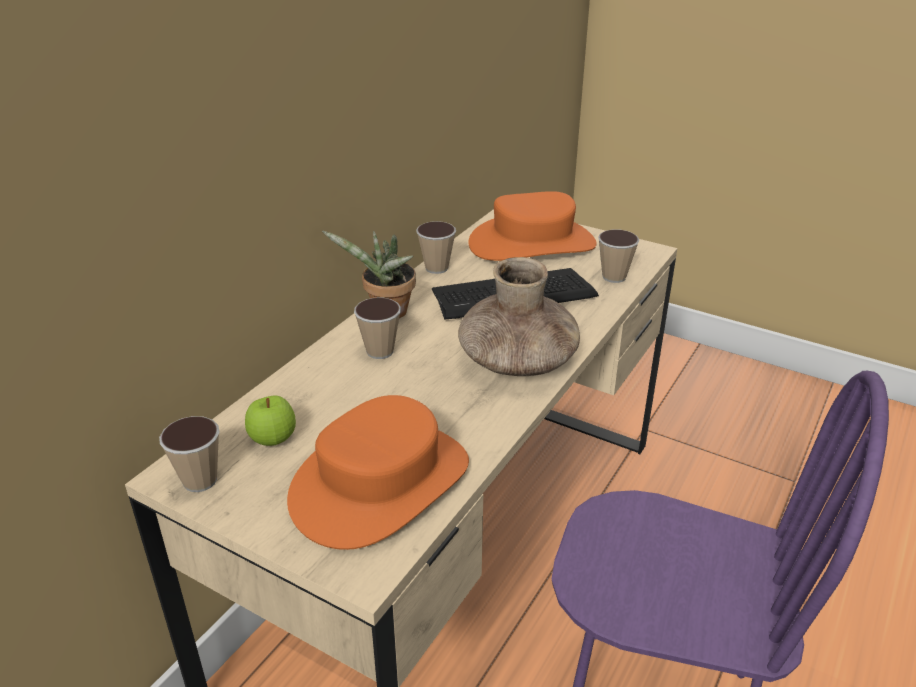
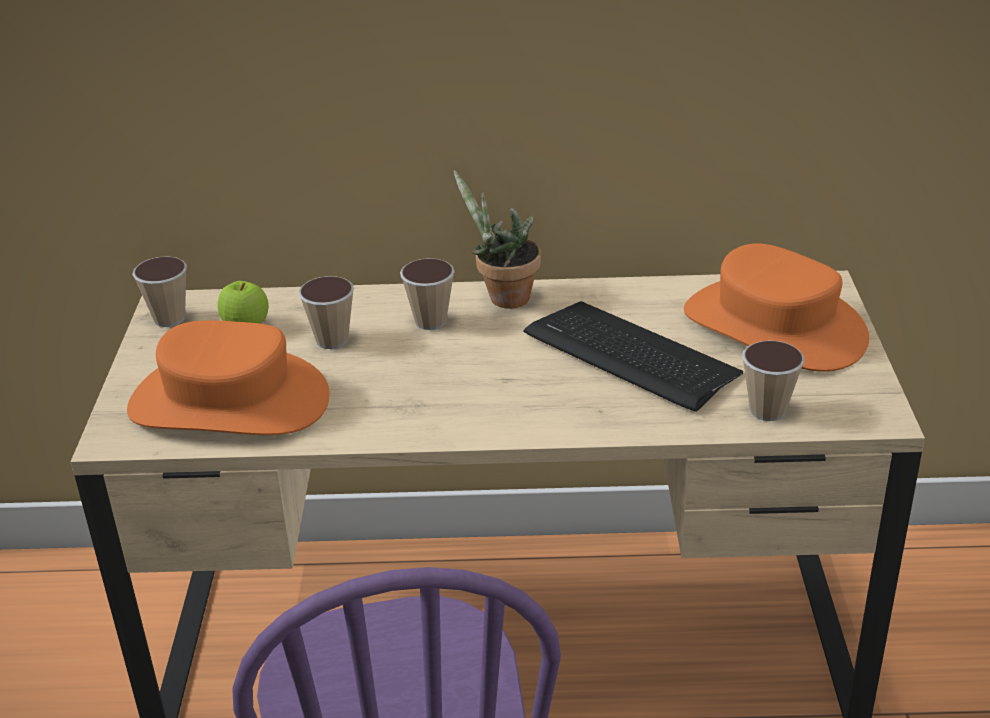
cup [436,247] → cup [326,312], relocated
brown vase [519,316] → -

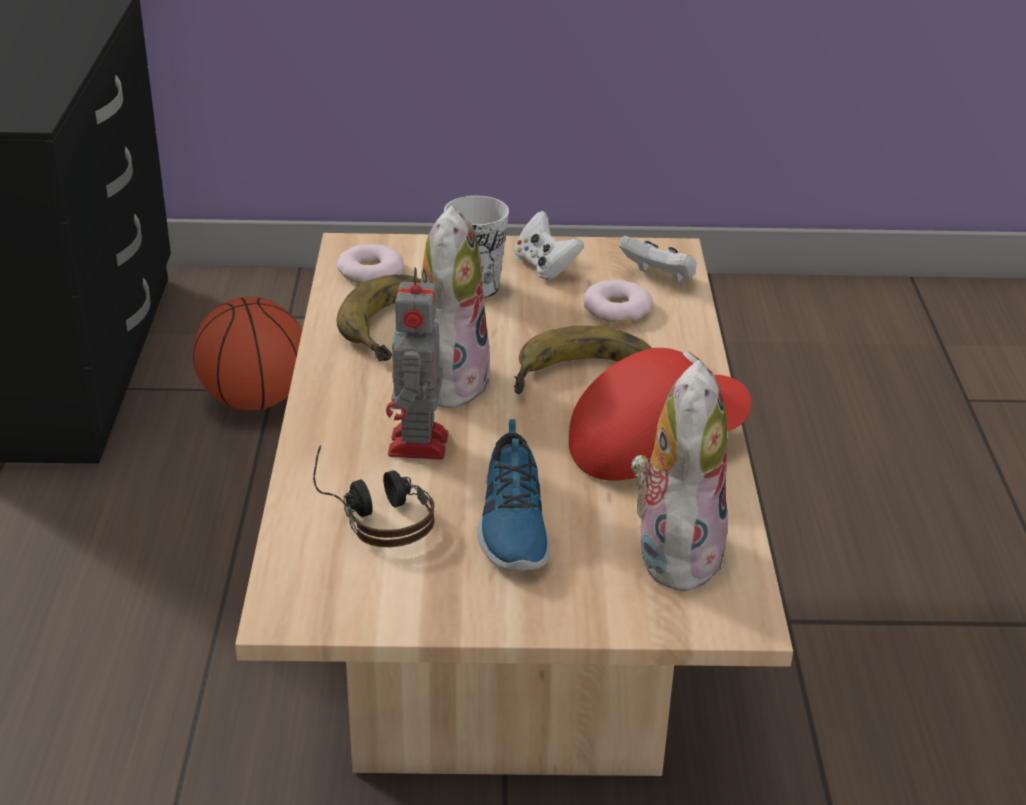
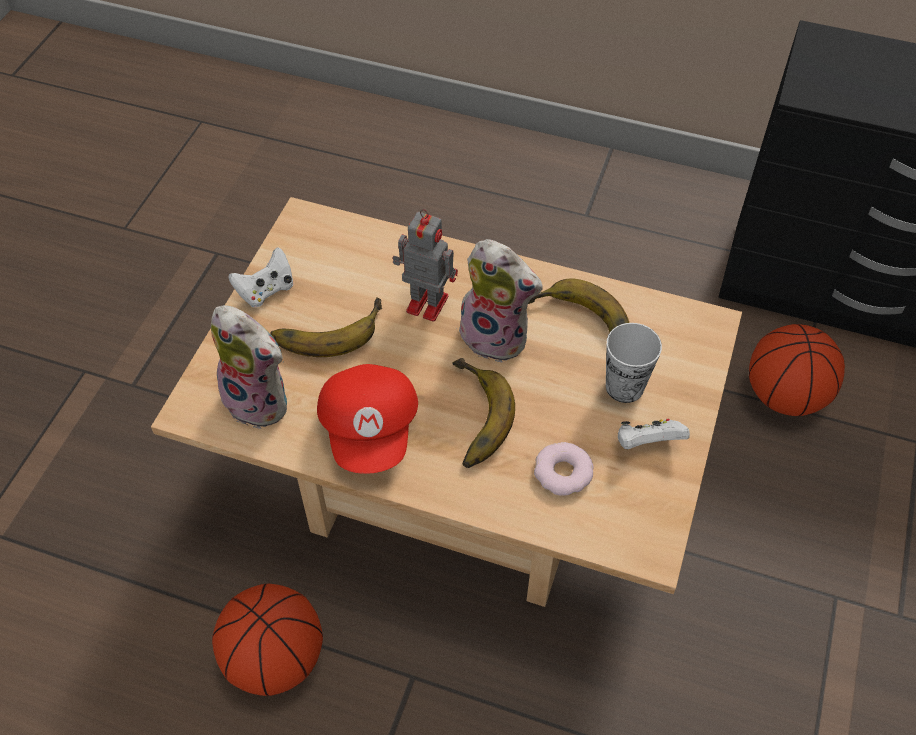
white game controller [658,259] → white game controller [261,277], relocated
donut [370,264] → -
shoe [513,495] → banana [326,327]
headphones [374,496] → -
- → basketball [267,640]

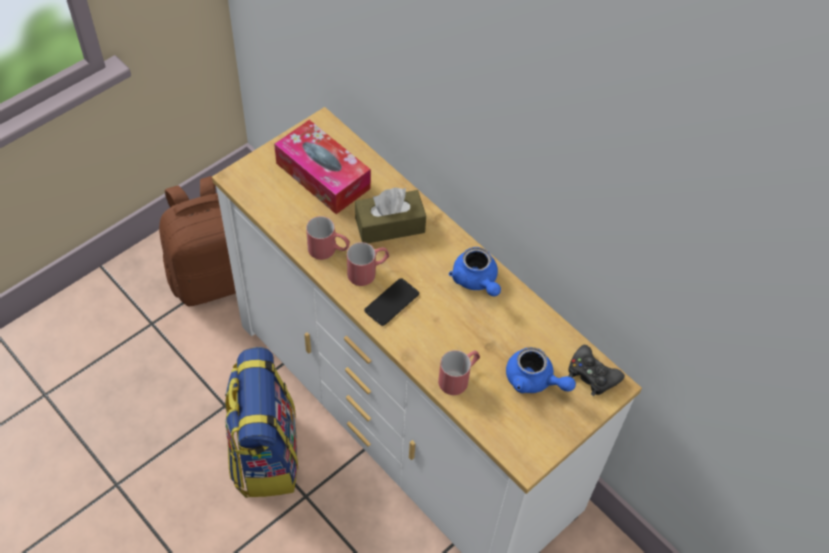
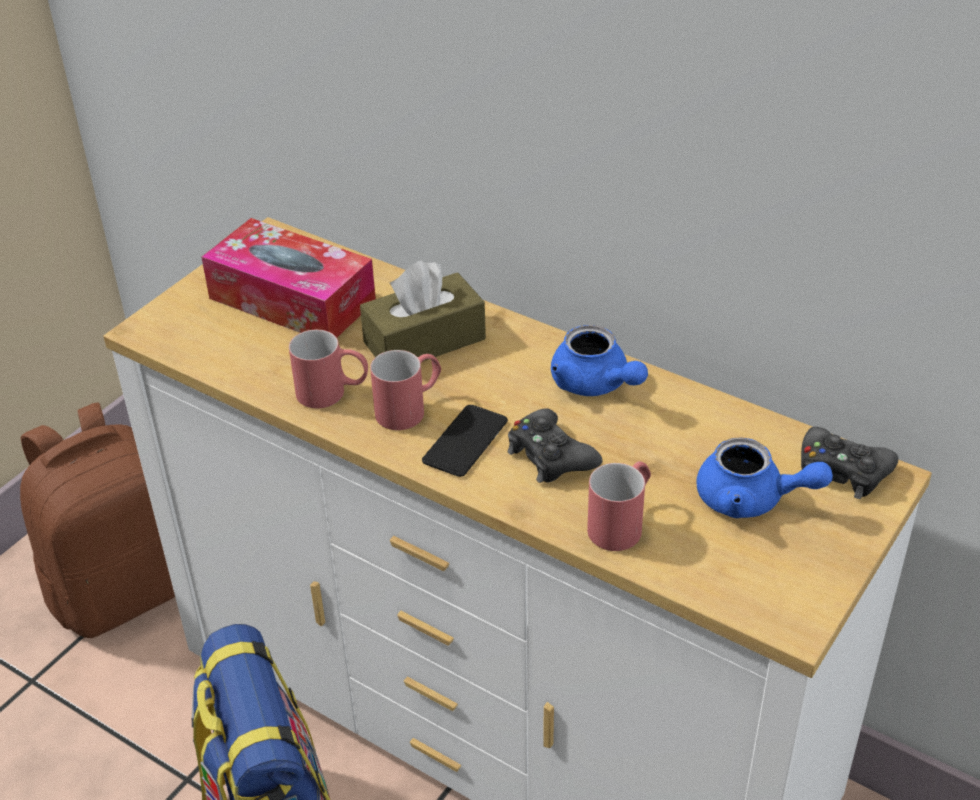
- → black game controller [555,445]

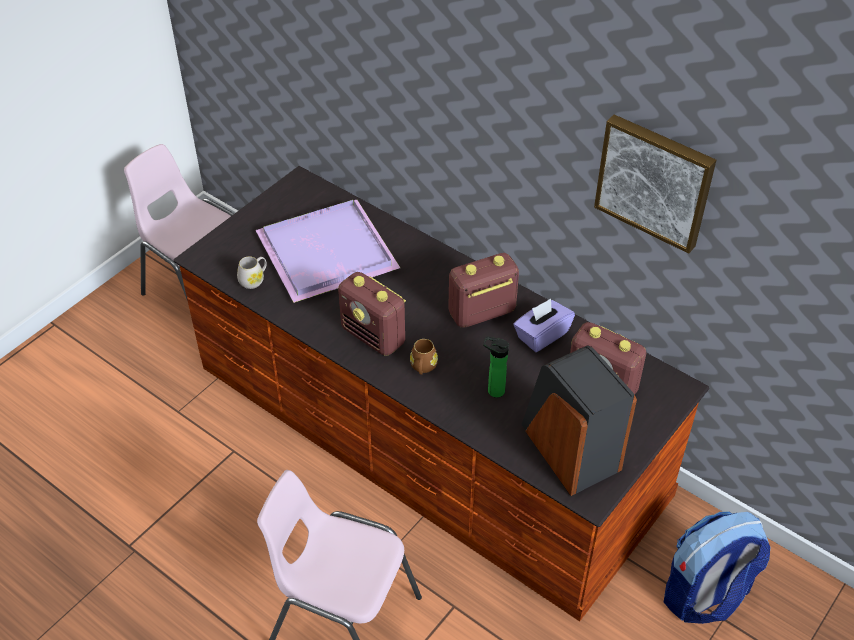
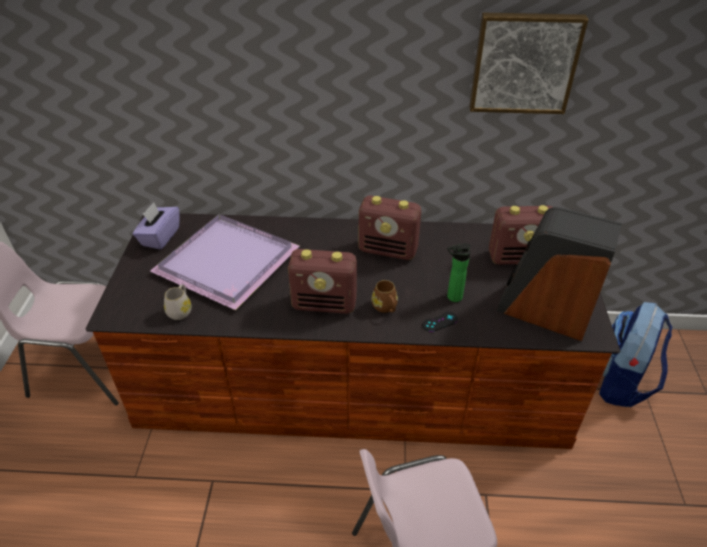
radio [483,290] → radio [389,227], 105 degrees counterclockwise
purple tissue box [544,325] → purple tissue box [156,226], relocated
- → black game controller [440,322]

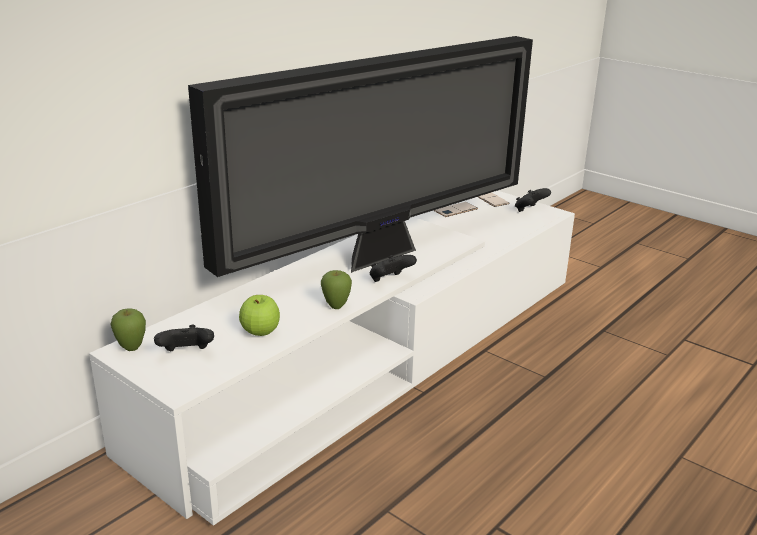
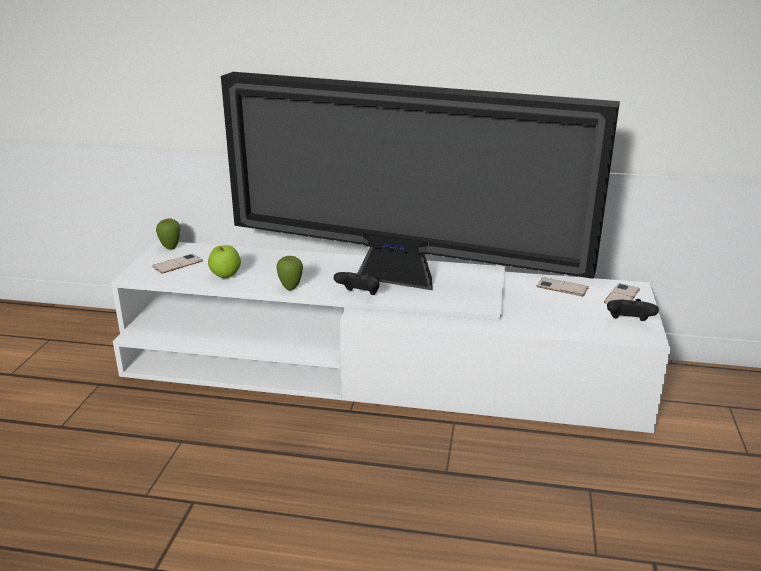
black game controller [184,338] → phone [177,264]

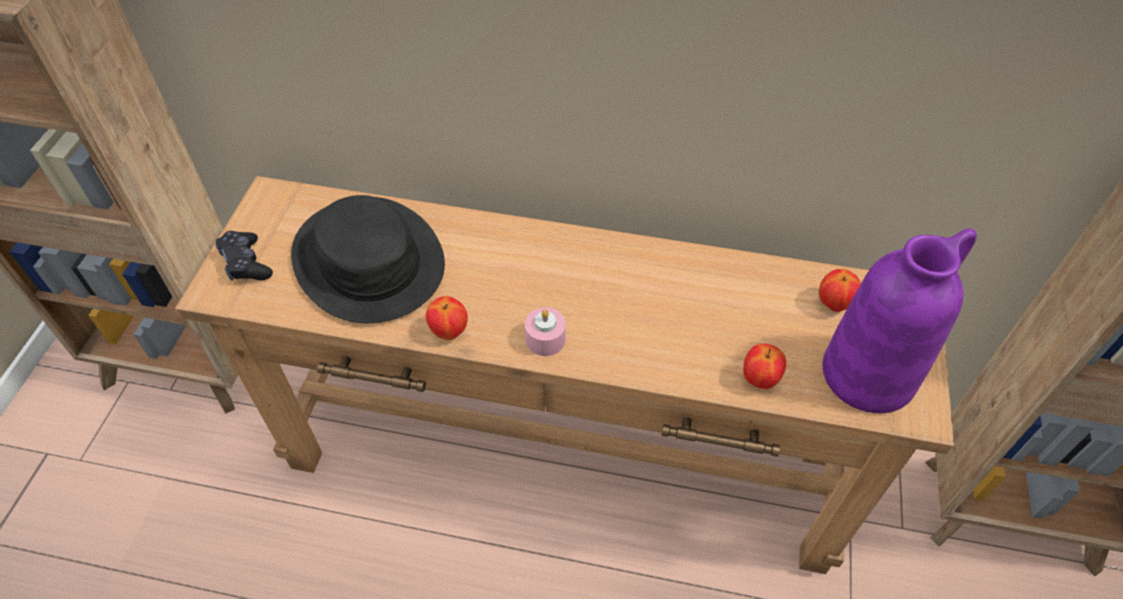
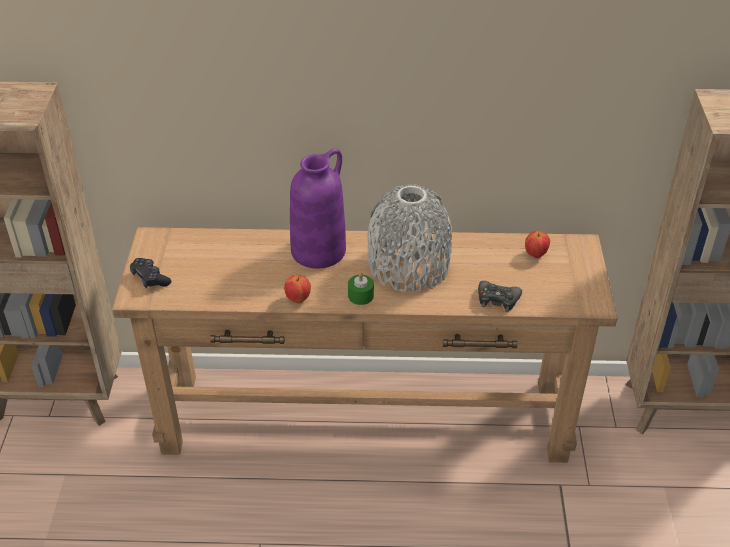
black hat [368,259] → -
purple vase [900,320] → purple vase [318,209], relocated
pink candle [545,331] → green candle [361,289]
apple [764,366] → black game controller [500,296]
- → grey vase [409,238]

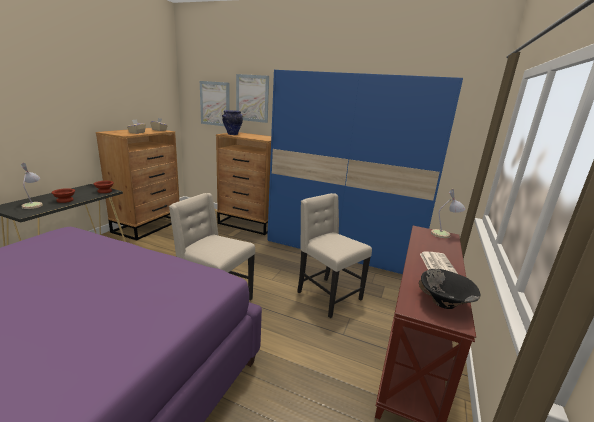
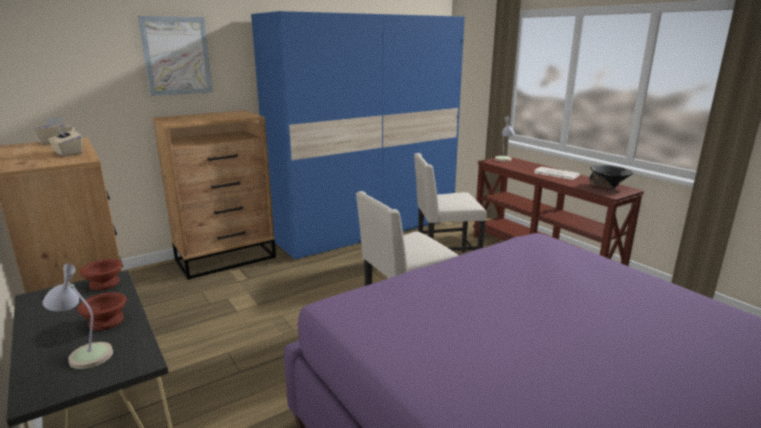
picture [215,103] → -
vase [232,122] → -

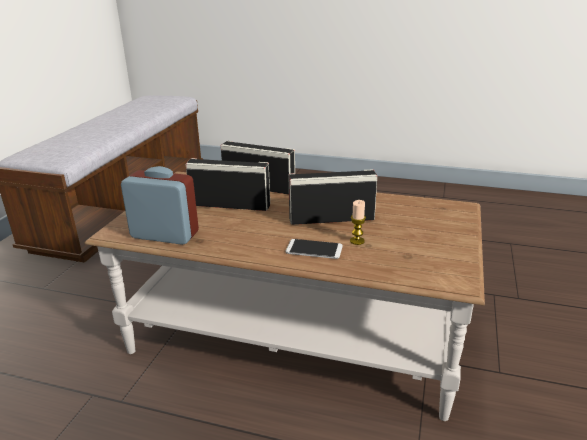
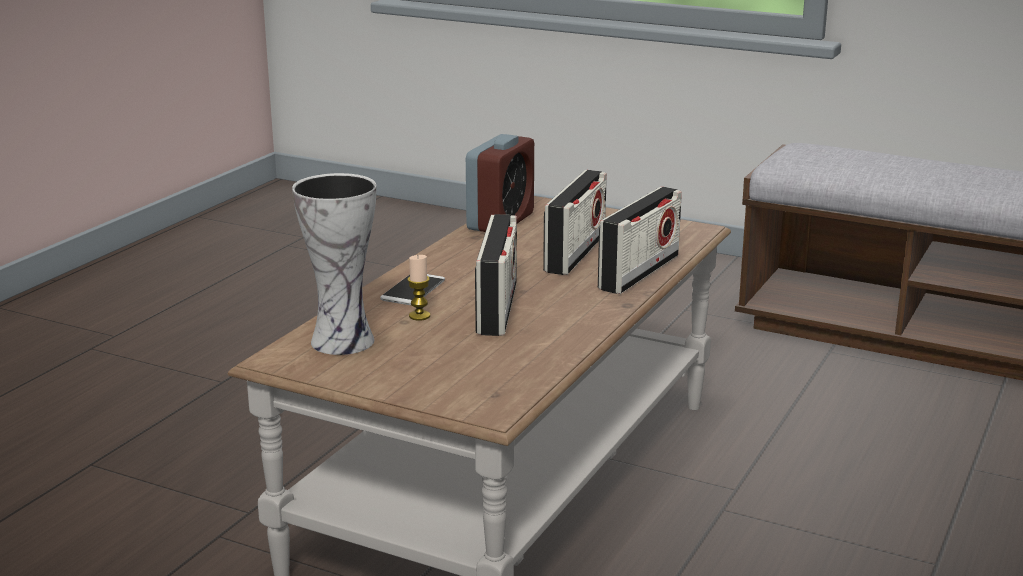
- → vase [334,264]

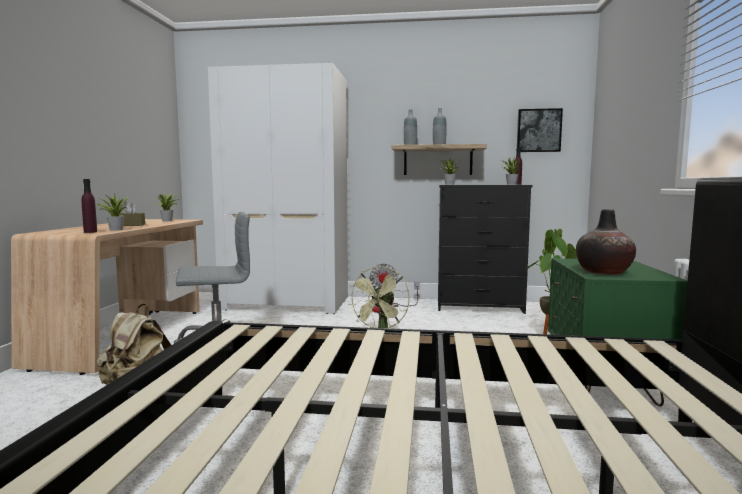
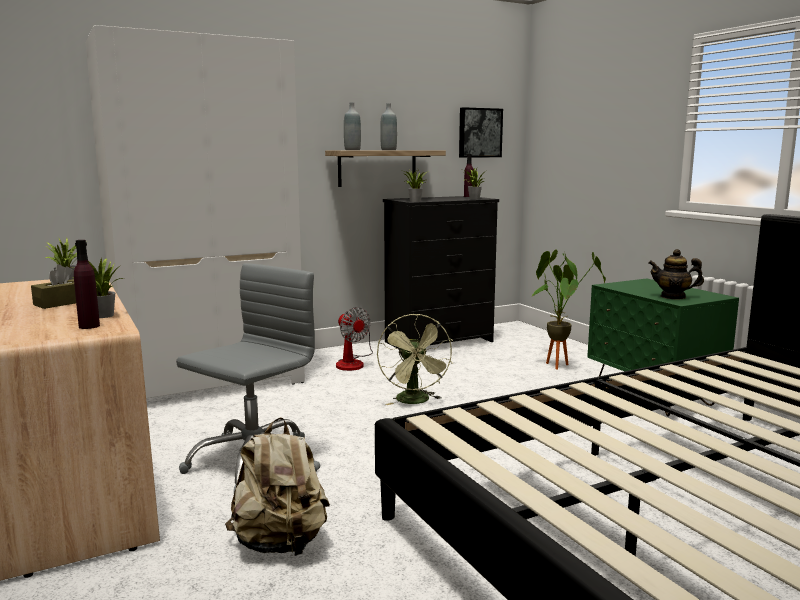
vase [606,242] → teapot [676,274]

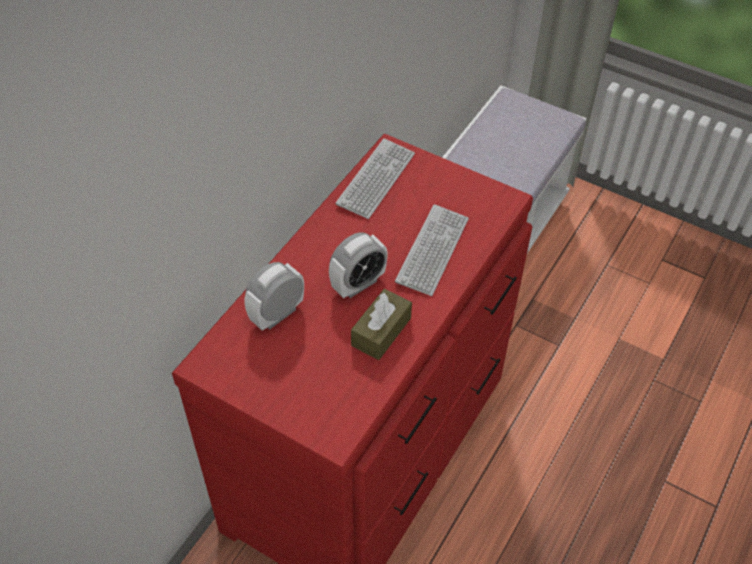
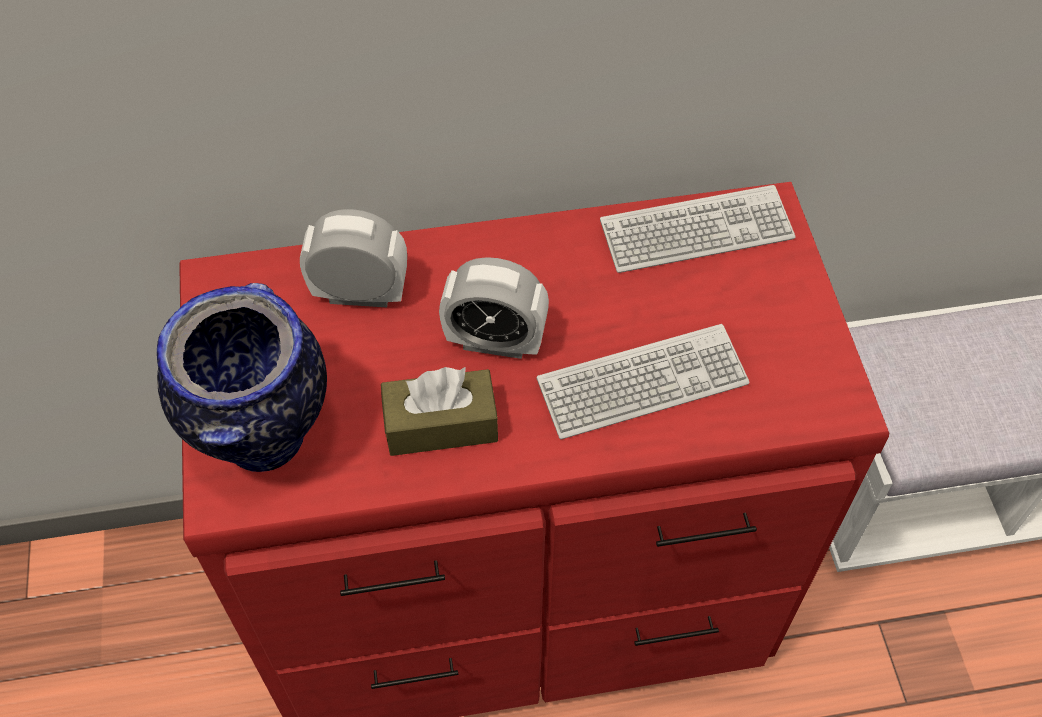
- → vase [242,377]

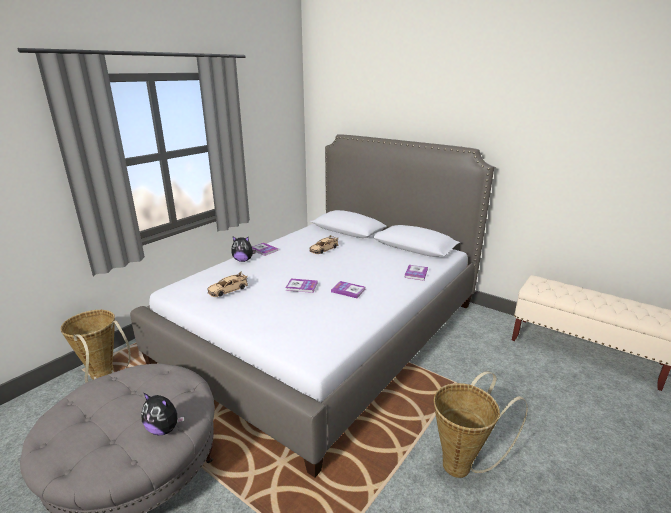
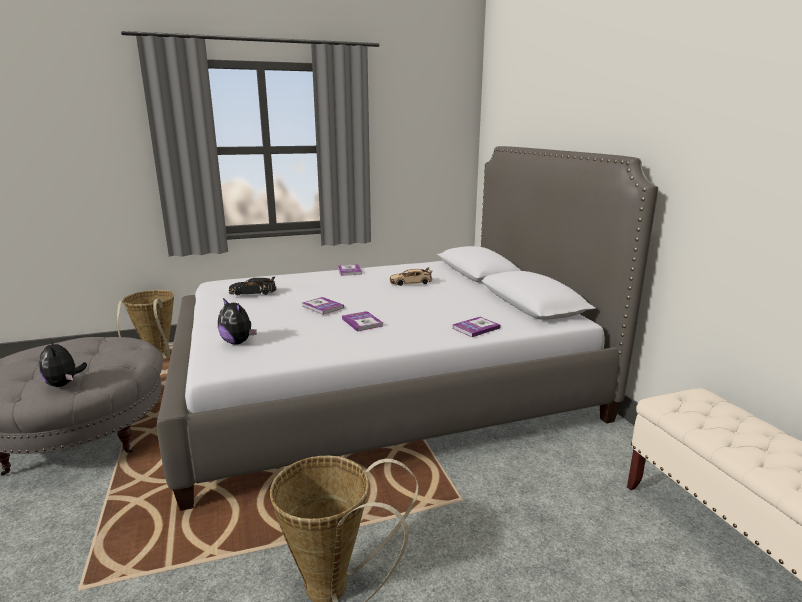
plush toy [243,249] → plush toy [237,321], relocated
beige toy car [228,284] → black toy car [253,286]

